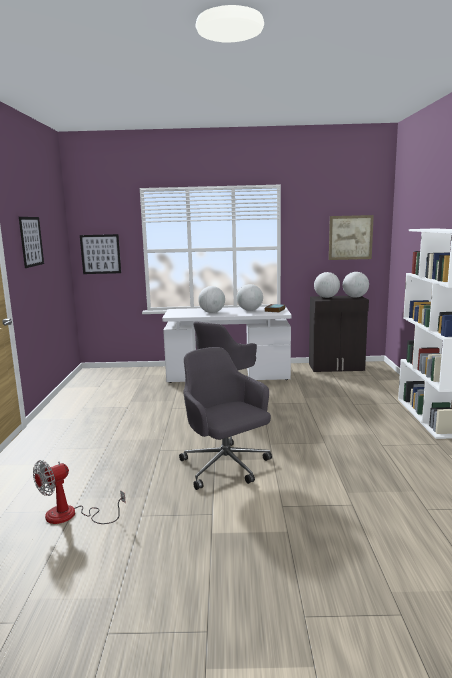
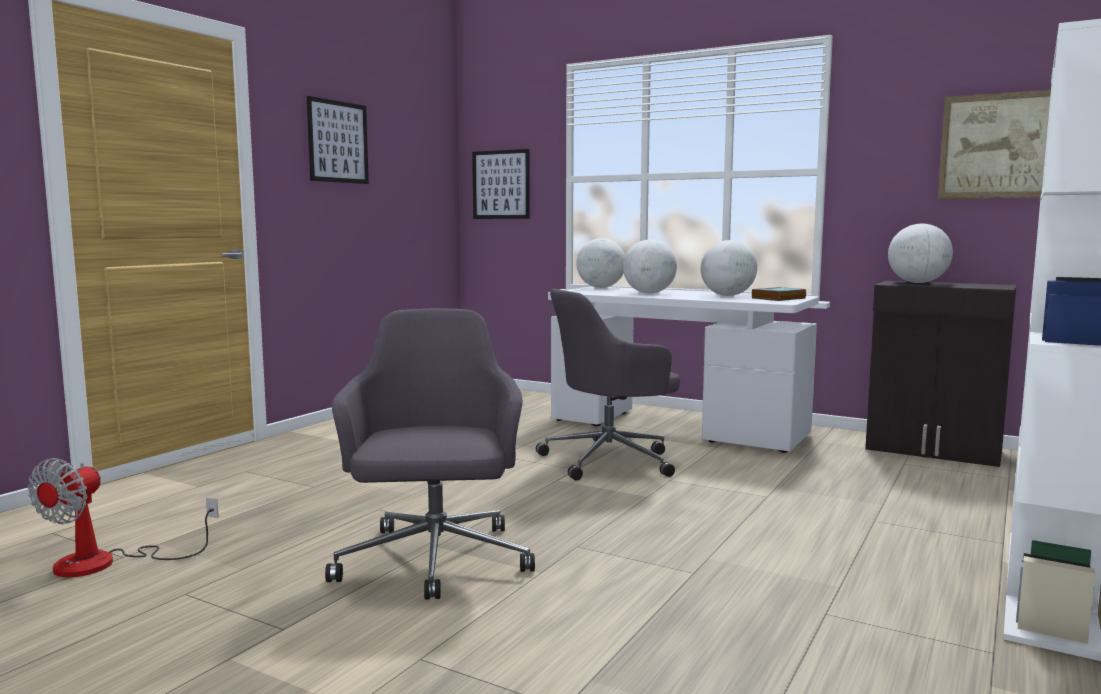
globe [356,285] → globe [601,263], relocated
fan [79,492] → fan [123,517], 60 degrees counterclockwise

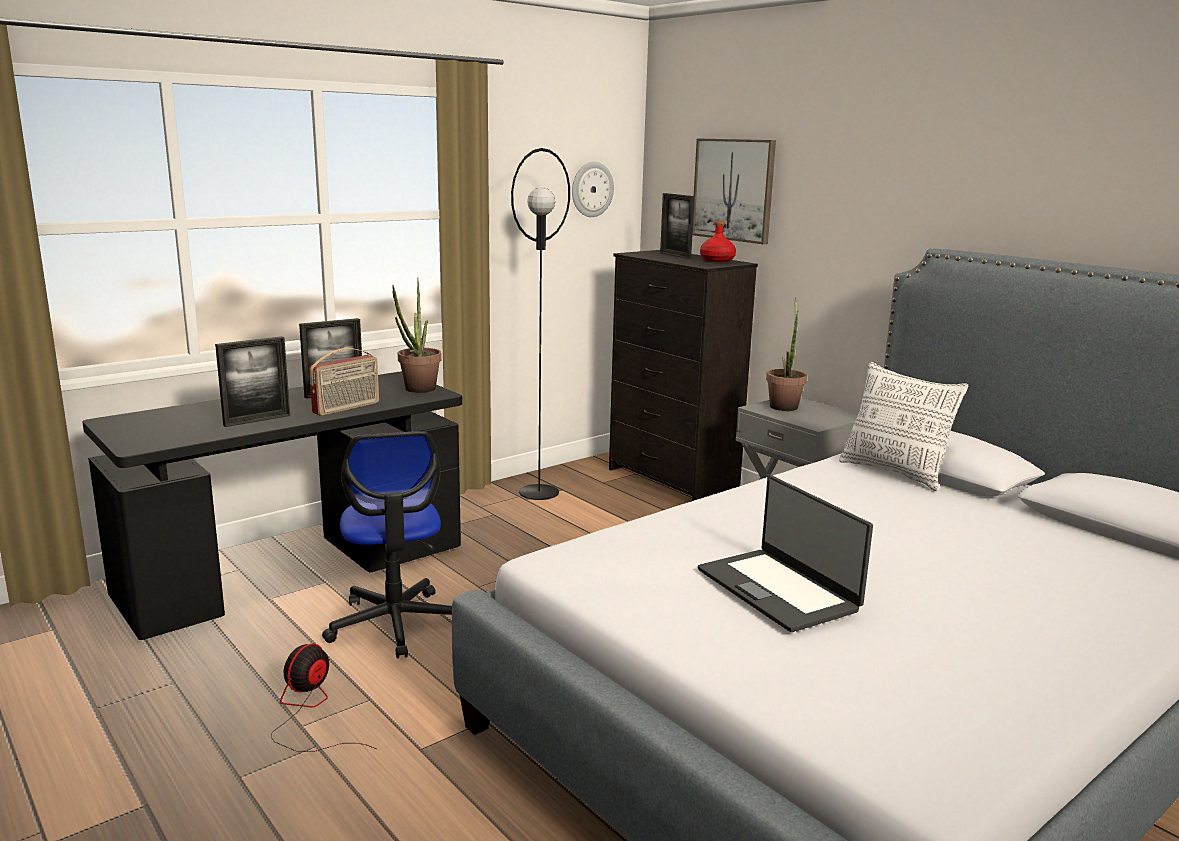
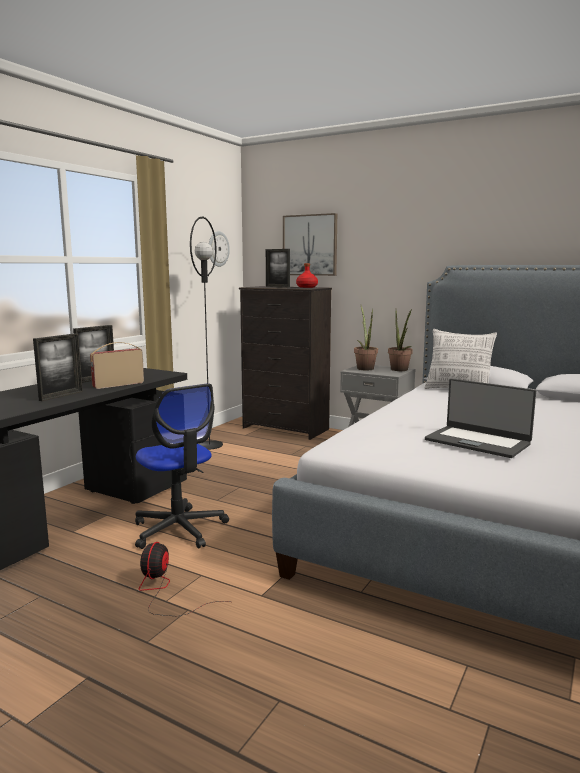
potted plant [417,335] → potted plant [400,340], relocated
radio [344,382] → radio [117,365], 150 degrees counterclockwise

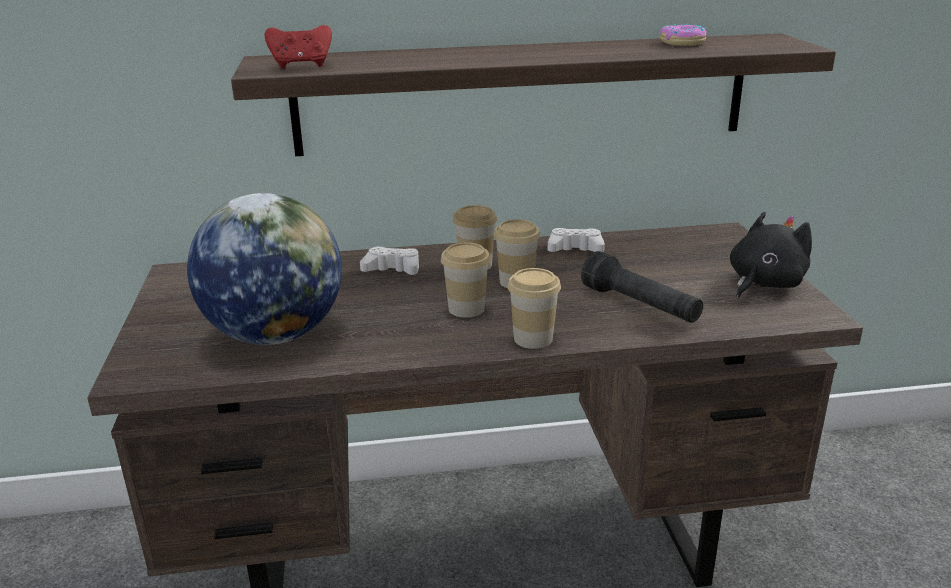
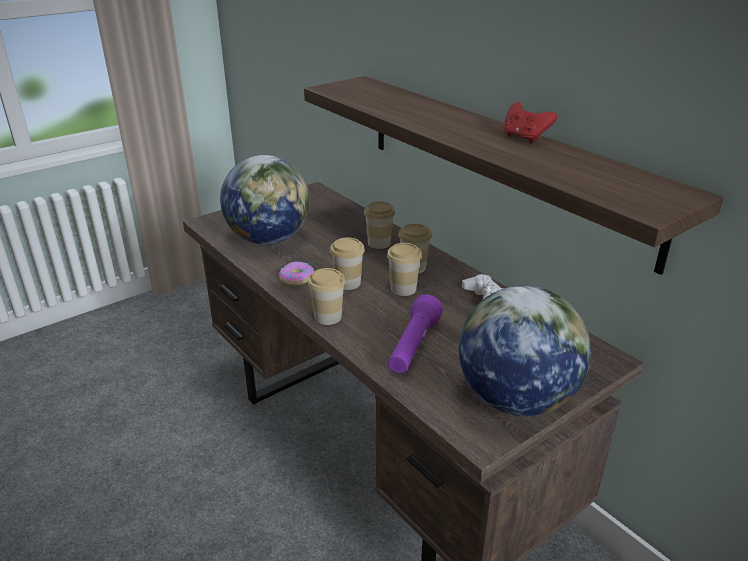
donut [683,35] → donut [296,274], relocated
red game controller [298,47] → red game controller [530,122], relocated
black plush toy [771,255] → globe [525,351]
white game controller [389,260] → cup [379,225]
black flashlight [642,287] → purple flashlight [415,333]

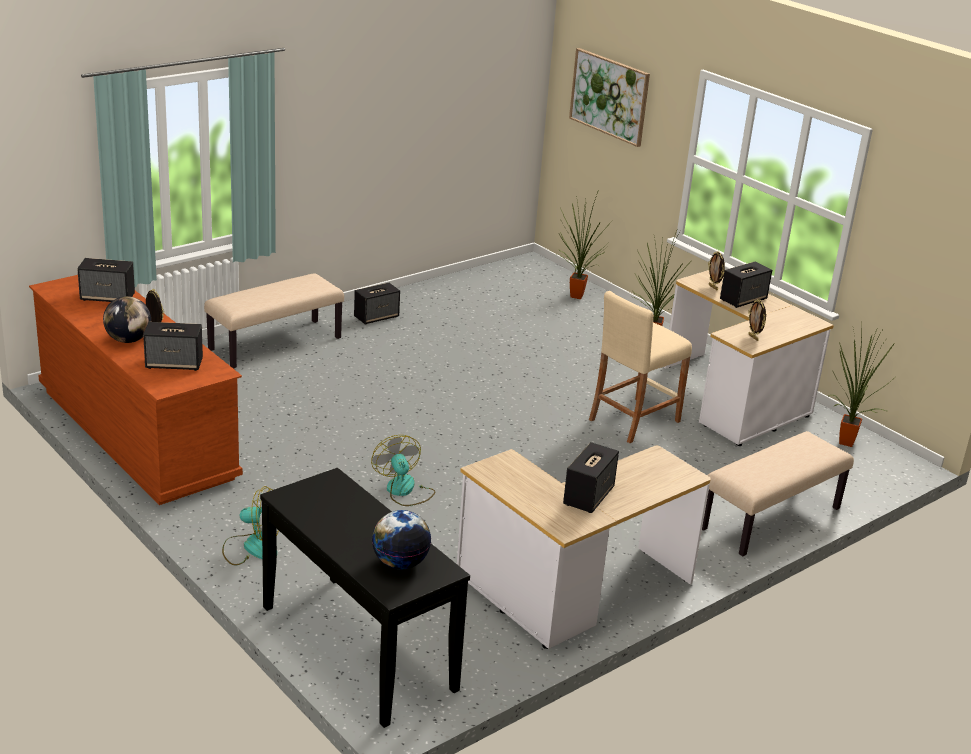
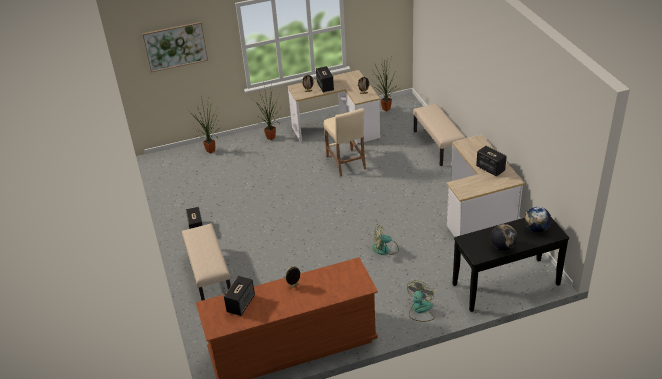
globe [127,319] → globe [504,237], relocated
speaker [173,346] → -

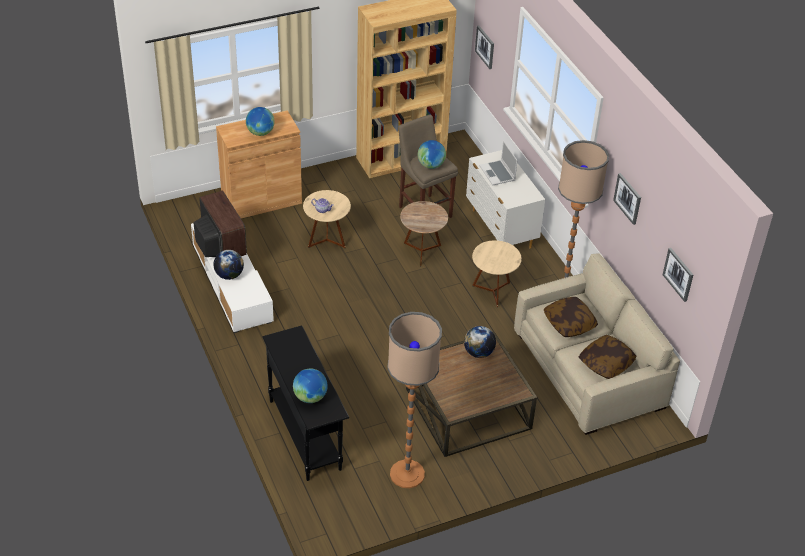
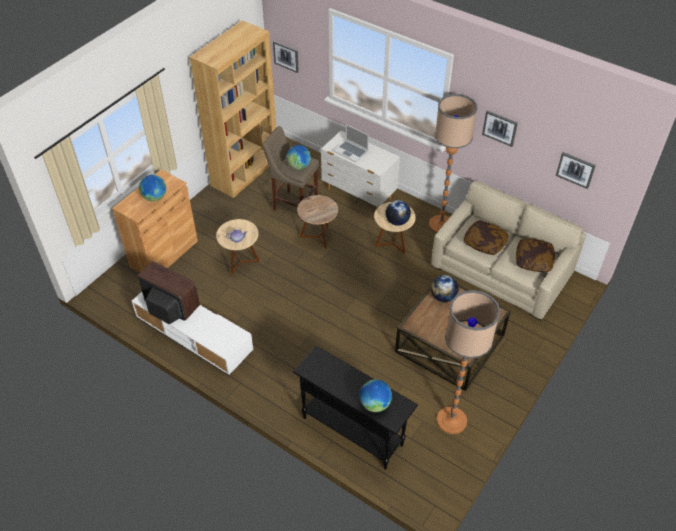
globe [229,265] → globe [398,213], relocated

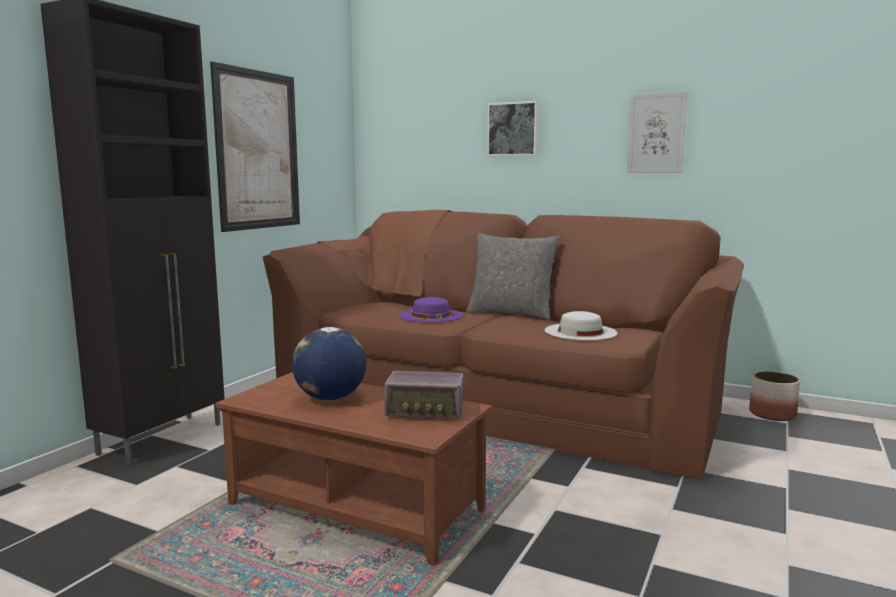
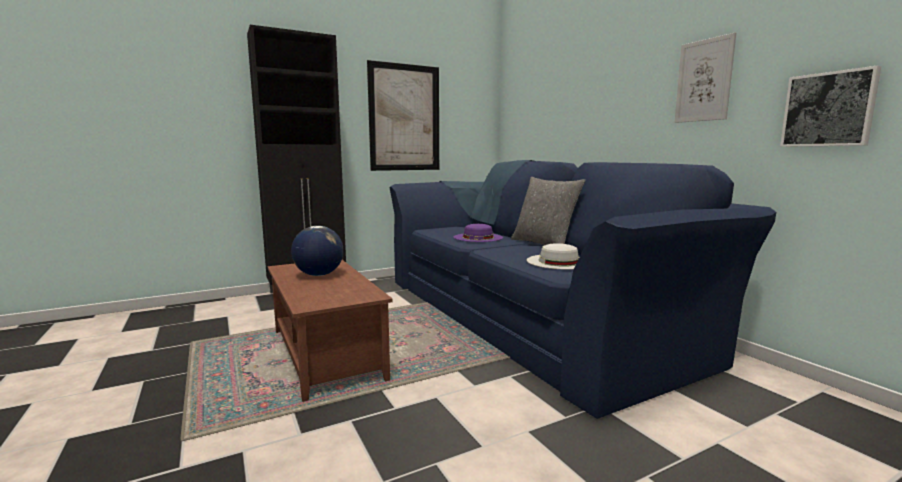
picture [513,128] → picture [830,106], relocated
brown sofa [503,345] → blue sofa [583,289]
radio [424,394] → -
planter [774,396] → -

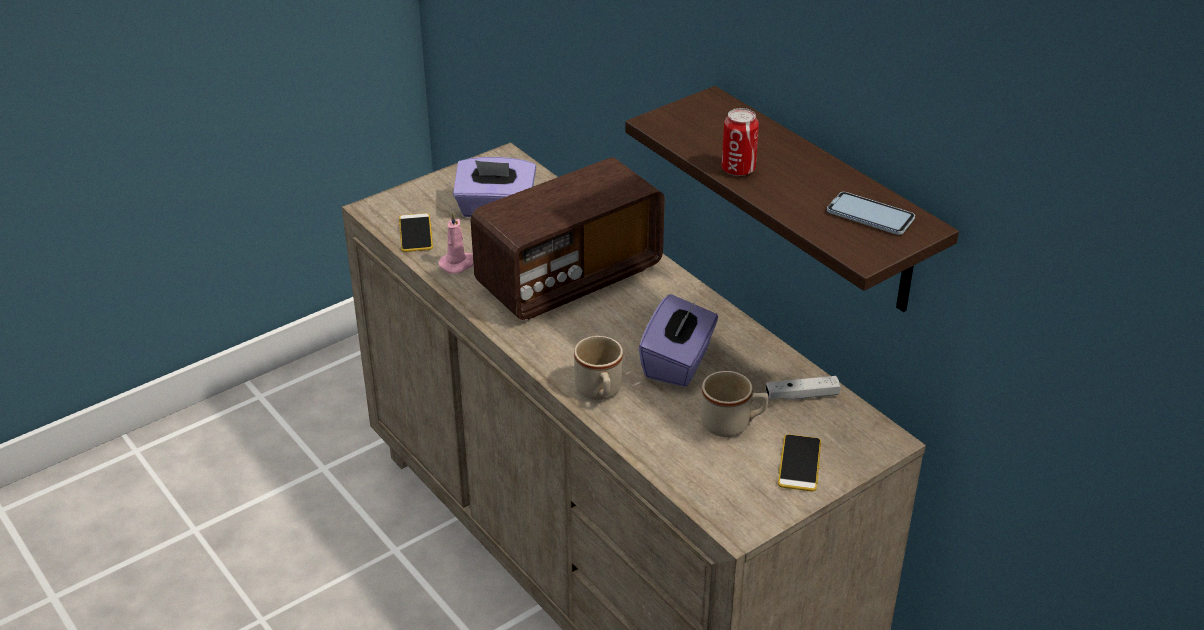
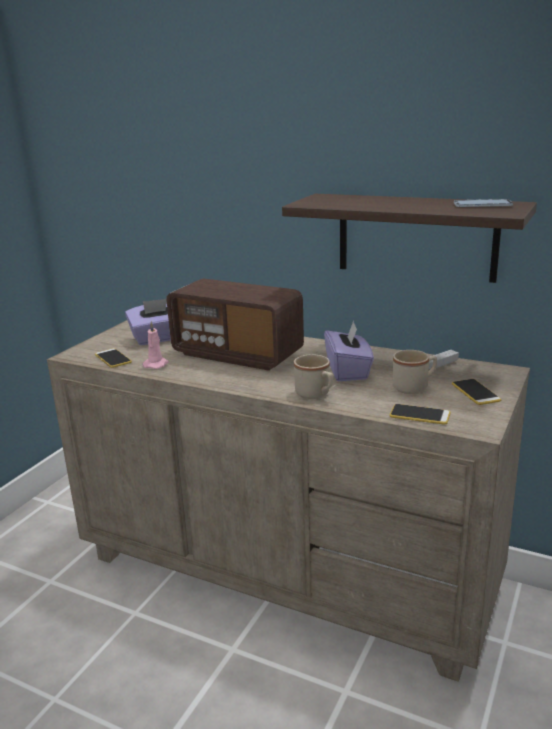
can [740,142] → -
radio [567,238] → radio [235,325], 90 degrees clockwise
- → phone [420,414]

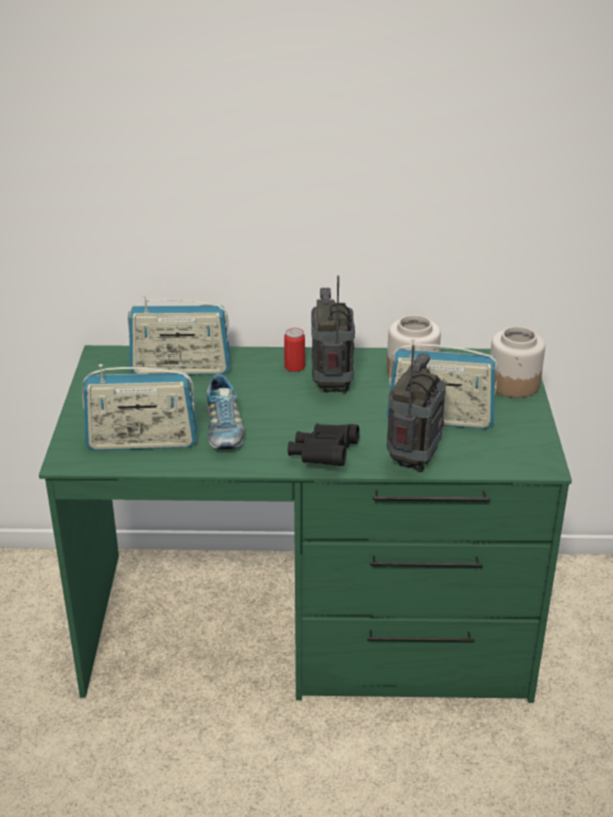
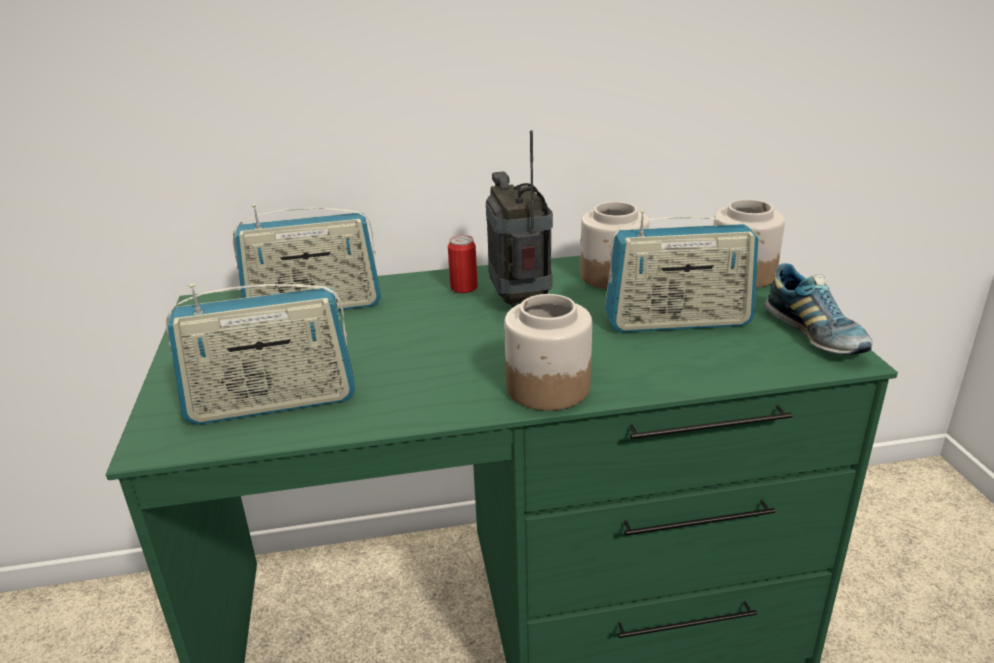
radio [416,408] → -
shoe [225,411] → shoe [818,309], relocated
black binoculars [324,445] → jar [548,352]

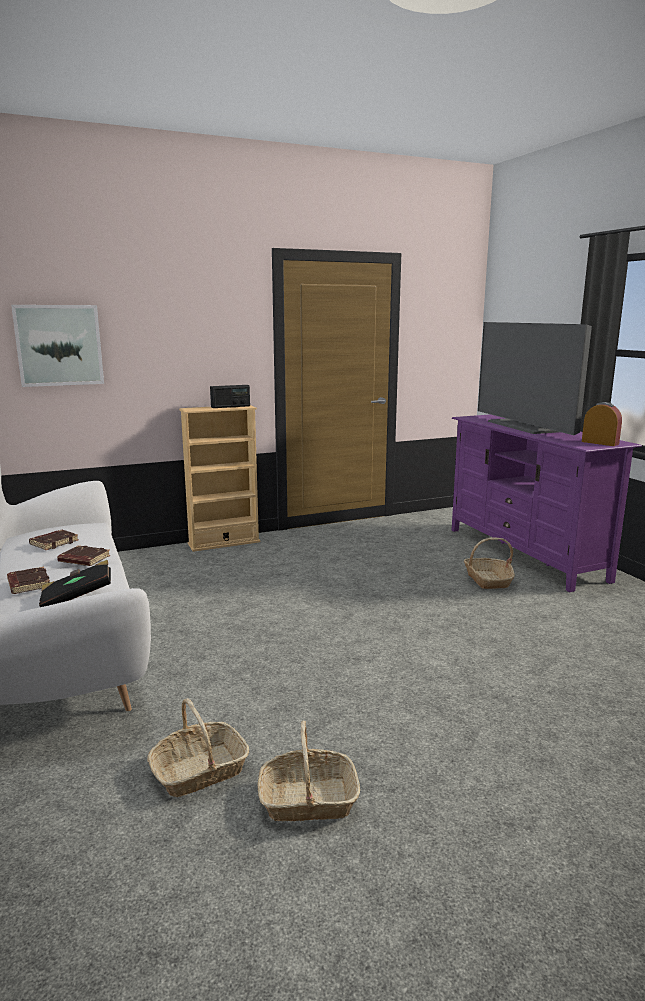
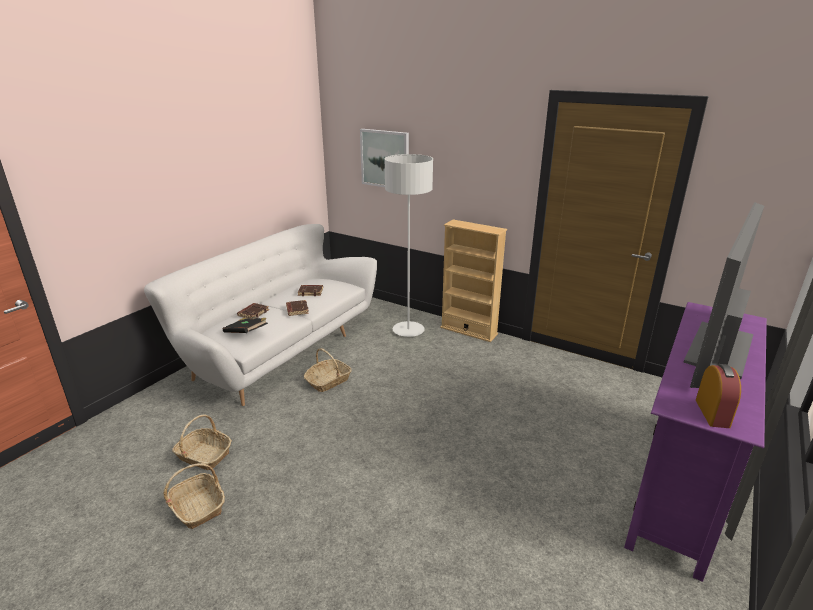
radio [230,396] → -
basket [489,563] → basket [327,370], relocated
- → grey floor lamp [408,245]

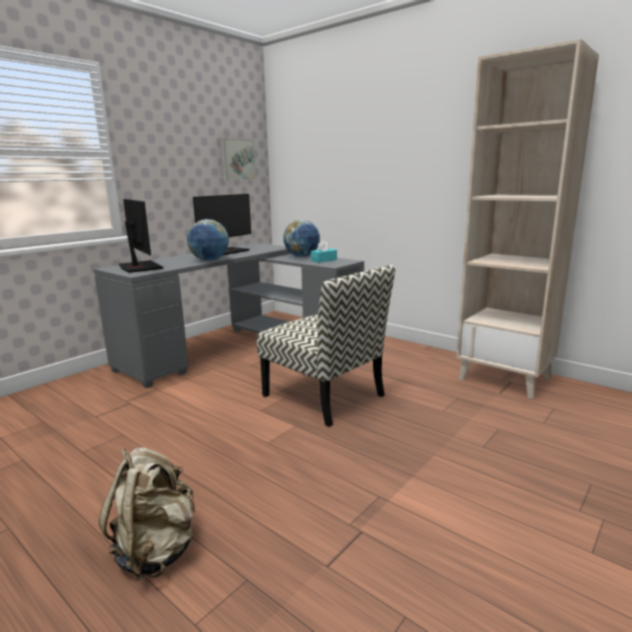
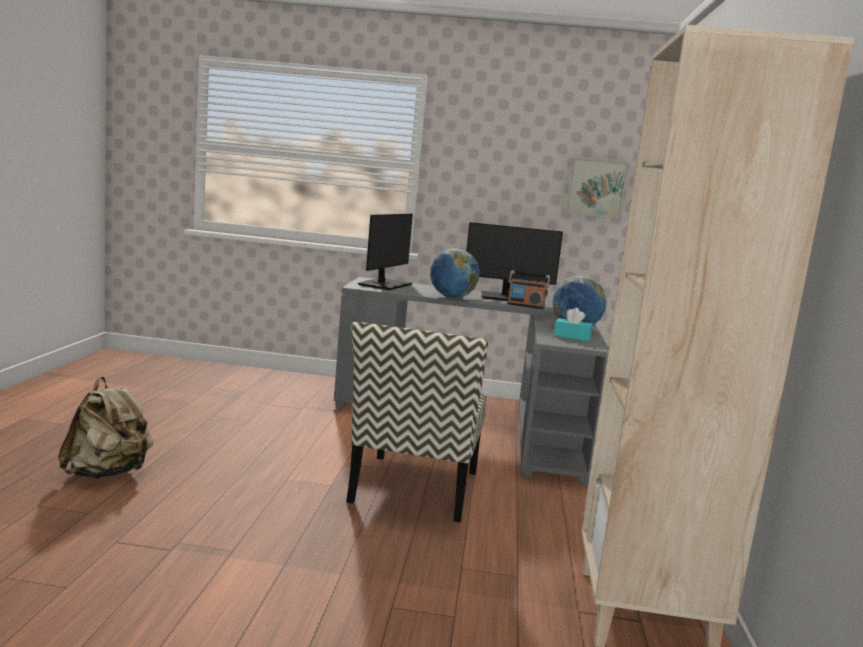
- → radio [528,290]

